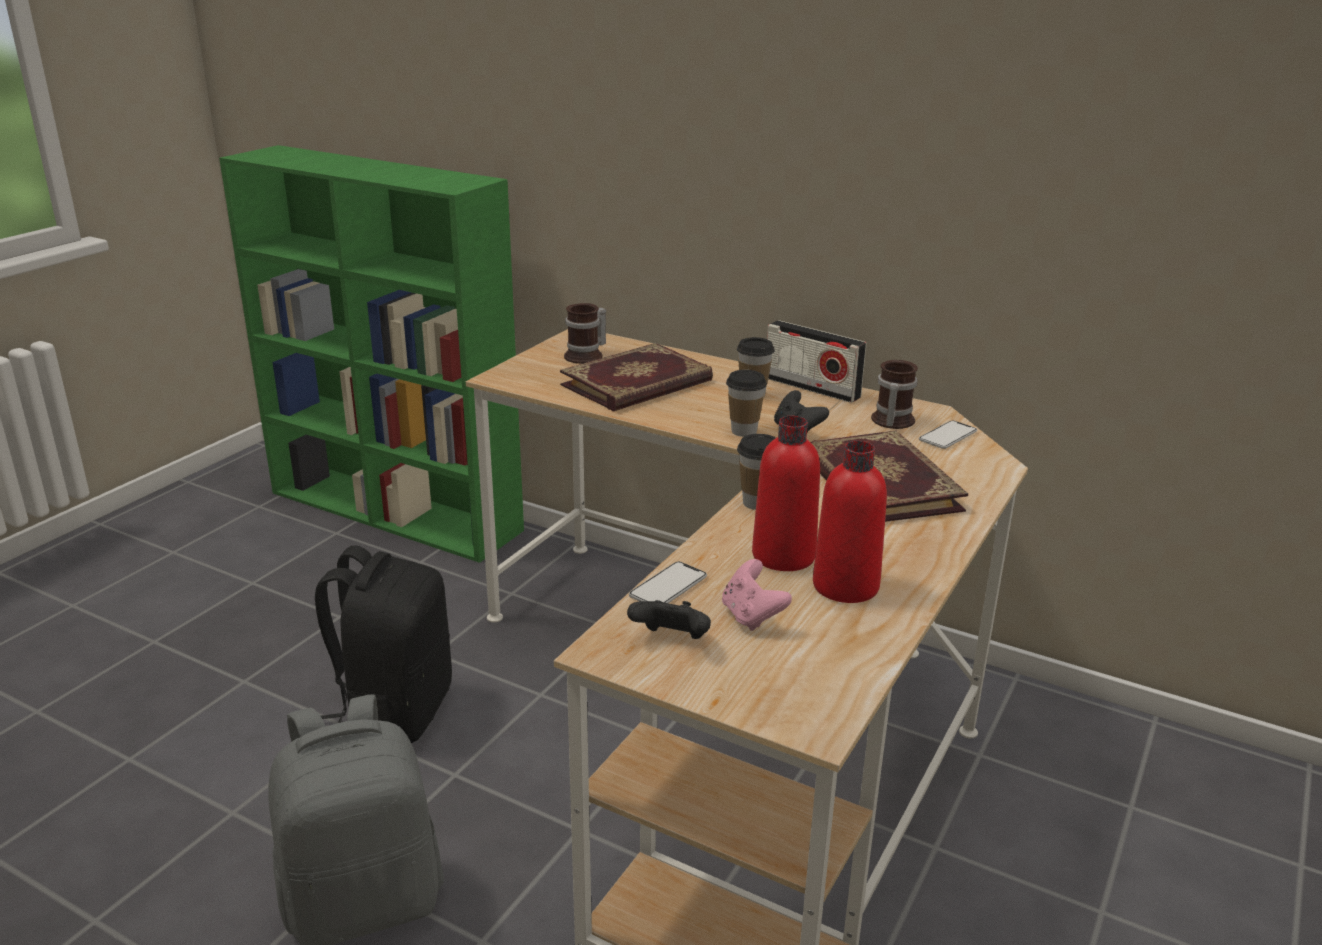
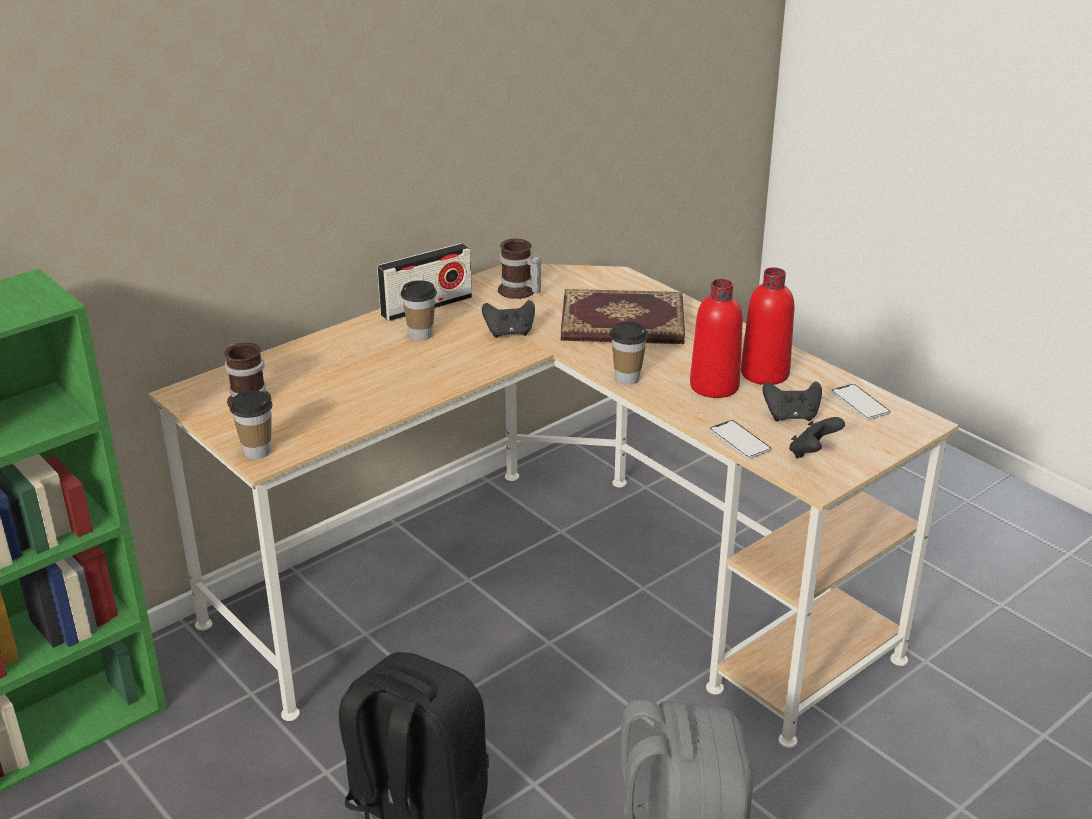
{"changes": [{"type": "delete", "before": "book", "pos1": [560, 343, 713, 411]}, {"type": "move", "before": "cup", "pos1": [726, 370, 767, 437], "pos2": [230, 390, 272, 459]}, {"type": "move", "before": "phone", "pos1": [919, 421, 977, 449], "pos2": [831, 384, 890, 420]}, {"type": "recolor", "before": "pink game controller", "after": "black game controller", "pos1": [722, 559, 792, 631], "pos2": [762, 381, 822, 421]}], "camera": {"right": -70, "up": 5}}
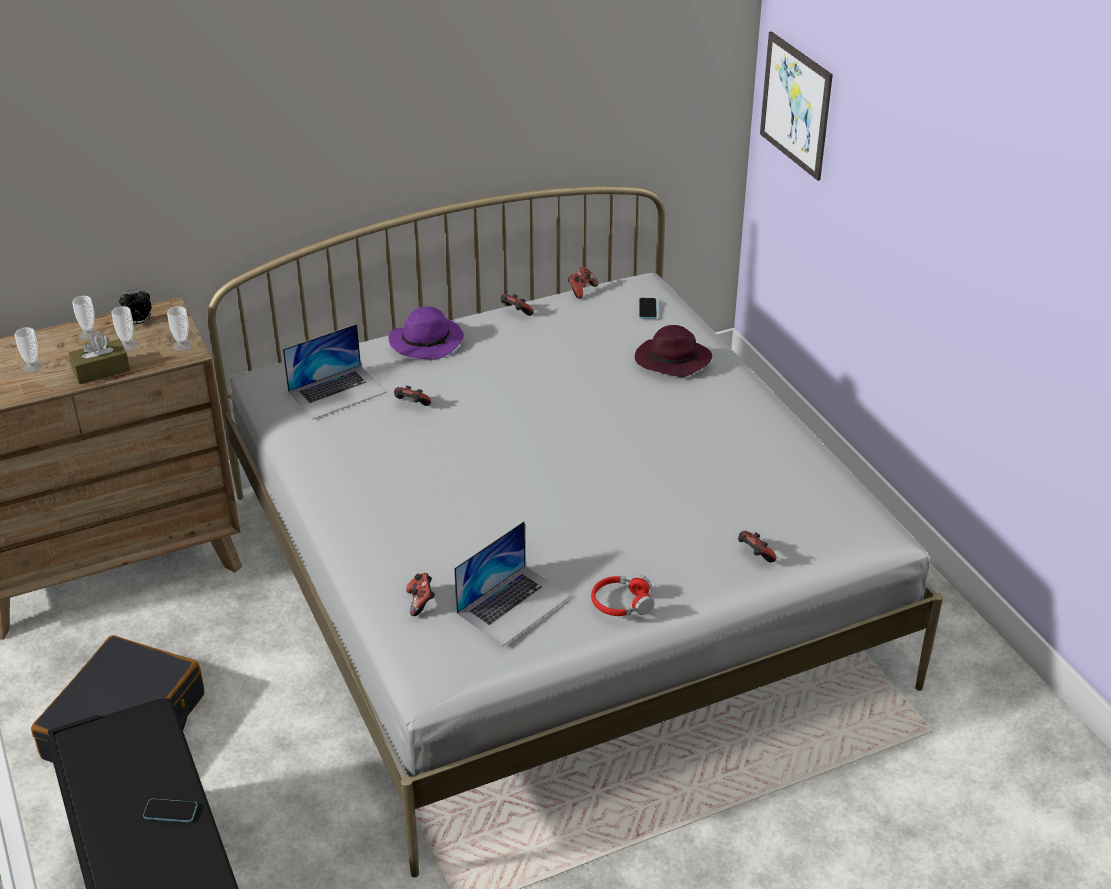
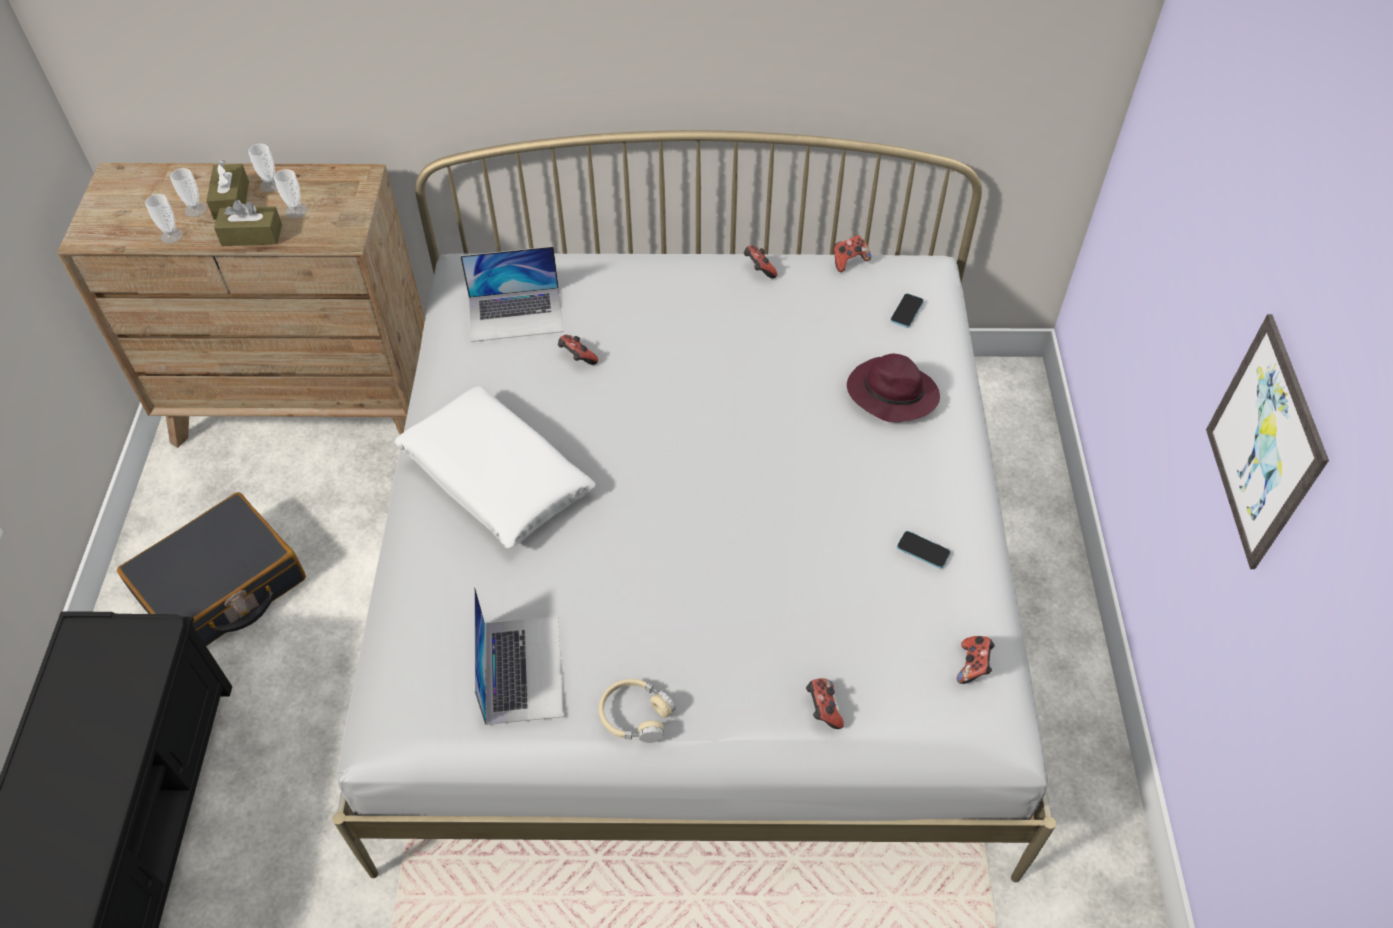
{"changes": [{"type": "delete", "before": "alarm clock", "pos1": [119, 288, 152, 324]}, {"type": "delete", "before": "purple hat", "pos1": [389, 306, 464, 359]}, {"type": "insert", "after": "brown tissue box", "pos2": [206, 160, 249, 220]}, {"type": "insert", "after": "white pillow", "pos2": [394, 386, 596, 548]}, {"type": "move", "before": "phone", "pos1": [143, 799, 197, 822], "pos2": [897, 531, 951, 569]}, {"type": "move", "before": "cup", "pos1": [167, 306, 193, 351], "pos2": [145, 194, 183, 243]}, {"type": "move", "before": "game controller", "pos1": [406, 573, 435, 616], "pos2": [957, 636, 995, 684]}, {"type": "move", "before": "picture", "pos1": [760, 31, 833, 181], "pos2": [1206, 314, 1329, 569]}, {"type": "recolor", "before": "red headphones", "after": "beige headphones", "pos1": [591, 575, 654, 616], "pos2": [599, 679, 676, 743]}, {"type": "rotate", "before": "laptop", "pos1": [454, 521, 571, 646], "pos2": [474, 587, 564, 725], "turn": -75}], "camera": {"right": 25, "up": 15}}
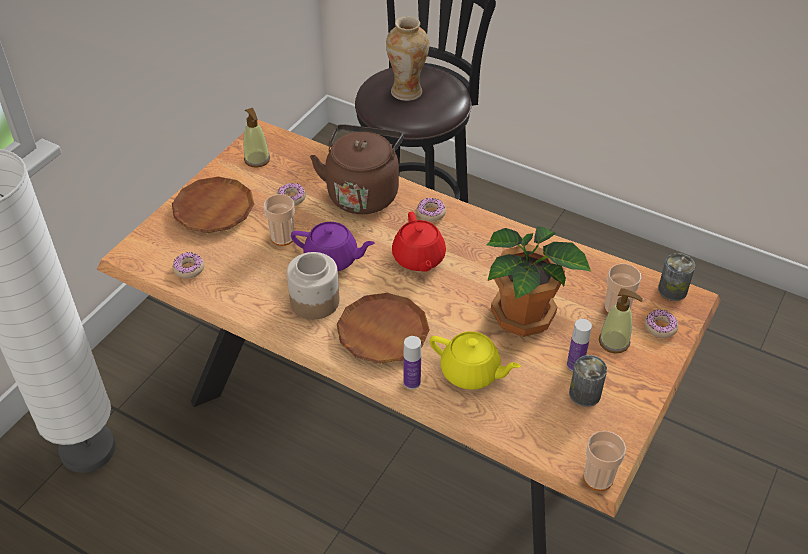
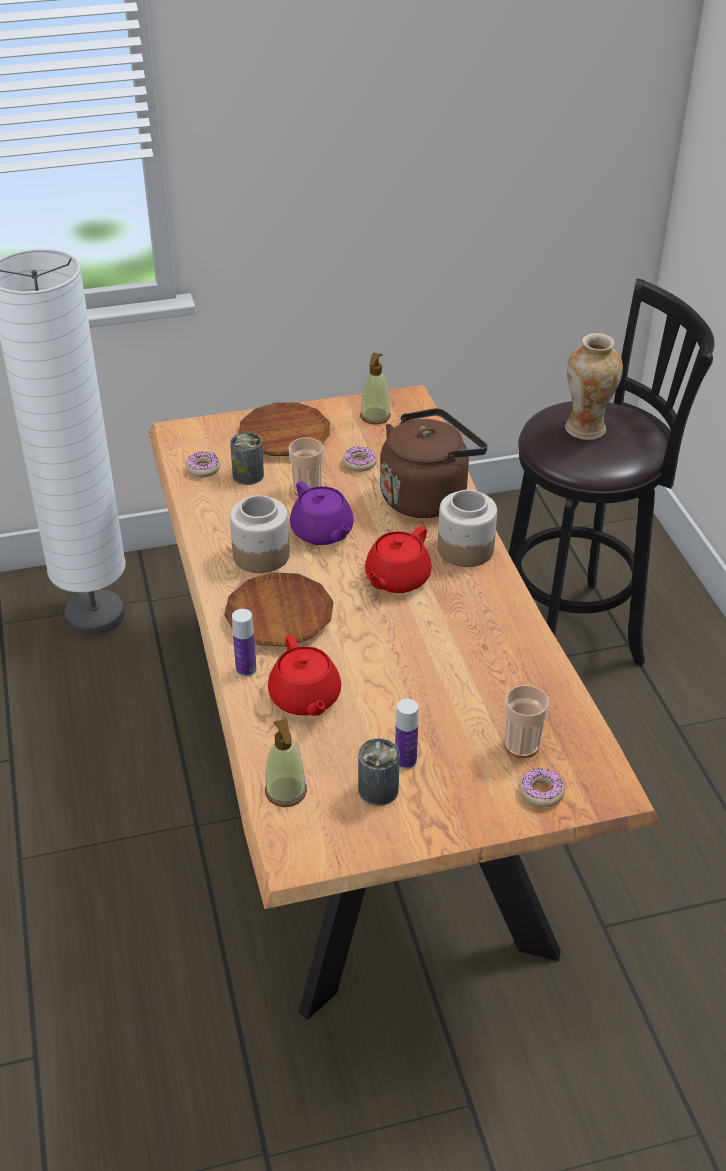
{"changes": [{"type": "delete", "before": "potted plant", "pos1": [487, 226, 591, 337]}, {"type": "delete", "before": "cup", "pos1": [584, 431, 626, 491]}, {"type": "move", "before": "soap dispenser", "pos1": [599, 288, 643, 354], "pos2": [265, 719, 307, 807]}, {"type": "move", "before": "can", "pos1": [658, 253, 695, 301], "pos2": [230, 432, 264, 485]}, {"type": "replace", "before": "donut", "after": "jar", "pos1": [417, 198, 446, 221], "pos2": [438, 490, 497, 567]}, {"type": "recolor", "before": "yellow teapot", "after": "red teapot", "pos1": [430, 331, 521, 390], "pos2": [268, 635, 341, 716]}], "camera": {"right": 45, "up": -5}}
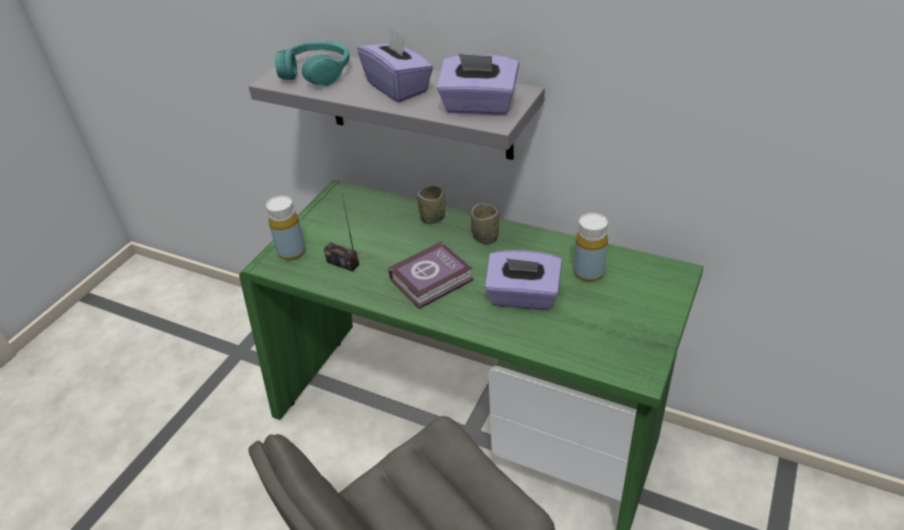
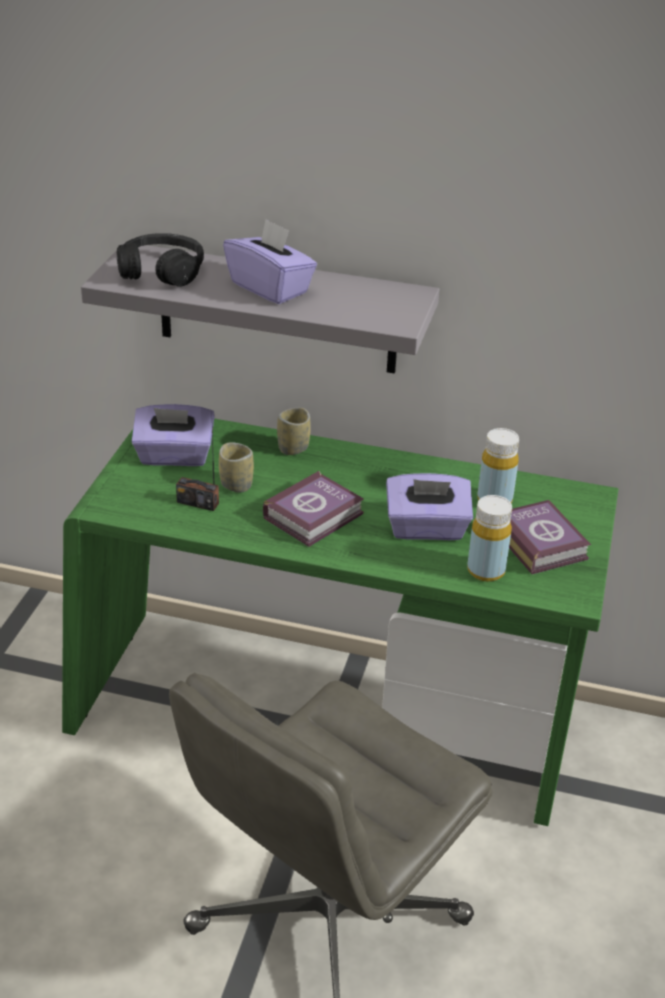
{"changes": [{"type": "insert", "after": "book", "pos2": [509, 500, 591, 574]}, {"type": "move", "before": "yellow bottle", "pos1": [266, 196, 306, 260], "pos2": [467, 495, 512, 582]}, {"type": "move", "before": "purple tissue box", "pos1": [437, 53, 519, 115], "pos2": [131, 404, 215, 466]}, {"type": "move", "before": "cup", "pos1": [471, 204, 499, 244], "pos2": [219, 442, 254, 492]}, {"type": "recolor", "before": "turquoise headphones", "after": "black headphones", "pos1": [275, 41, 350, 86], "pos2": [117, 234, 204, 287]}], "camera": {"right": -15, "up": -5}}
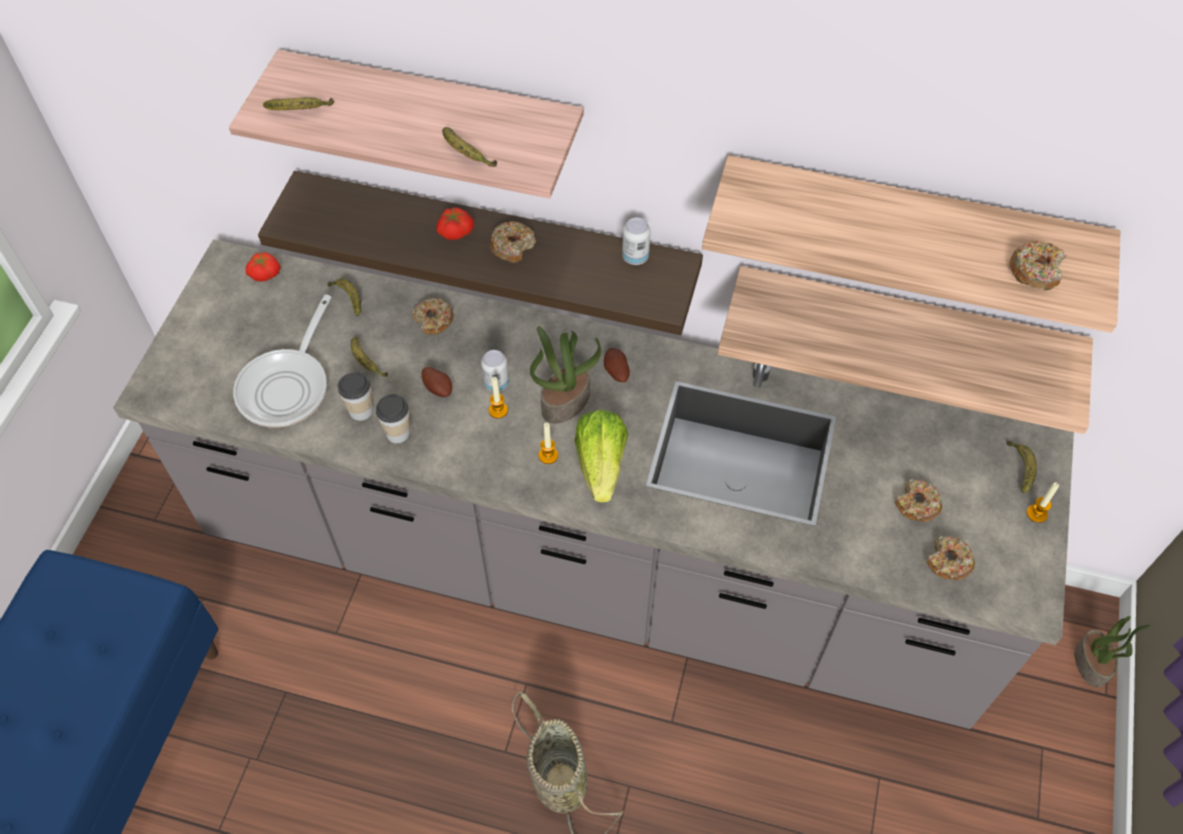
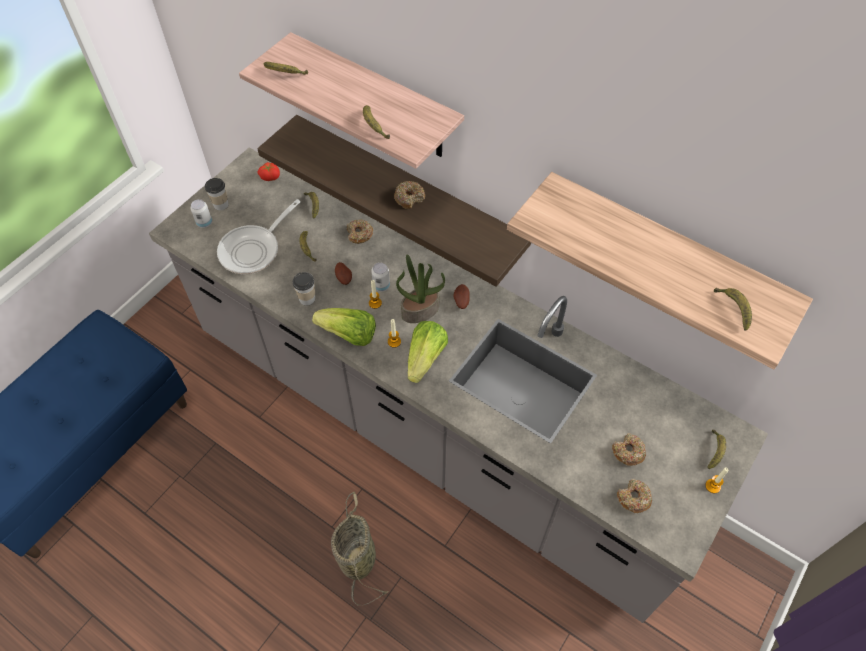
{"changes": [{"type": "delete", "before": "tomato", "pos1": [436, 207, 474, 240]}, {"type": "delete", "before": "shelf", "pos1": [718, 266, 1093, 434]}, {"type": "delete", "before": "potted plant", "pos1": [1075, 616, 1151, 687]}, {"type": "insert", "after": "lettuce", "pos2": [312, 308, 376, 346]}, {"type": "move", "before": "cup", "pos1": [338, 372, 373, 421], "pos2": [205, 178, 229, 210]}, {"type": "move", "before": "can", "pos1": [622, 217, 651, 265], "pos2": [190, 199, 212, 228]}, {"type": "replace", "before": "donut", "after": "banana", "pos1": [1009, 241, 1067, 290], "pos2": [714, 288, 752, 331]}], "camera": {"right": 20, "up": 0}}
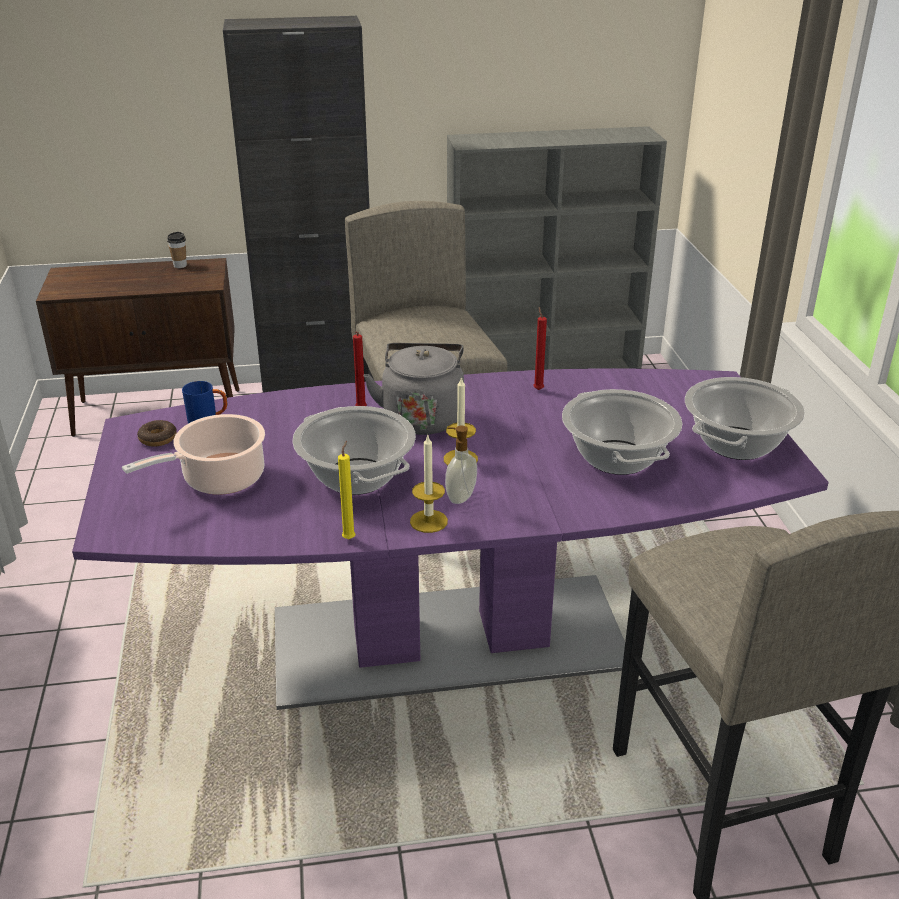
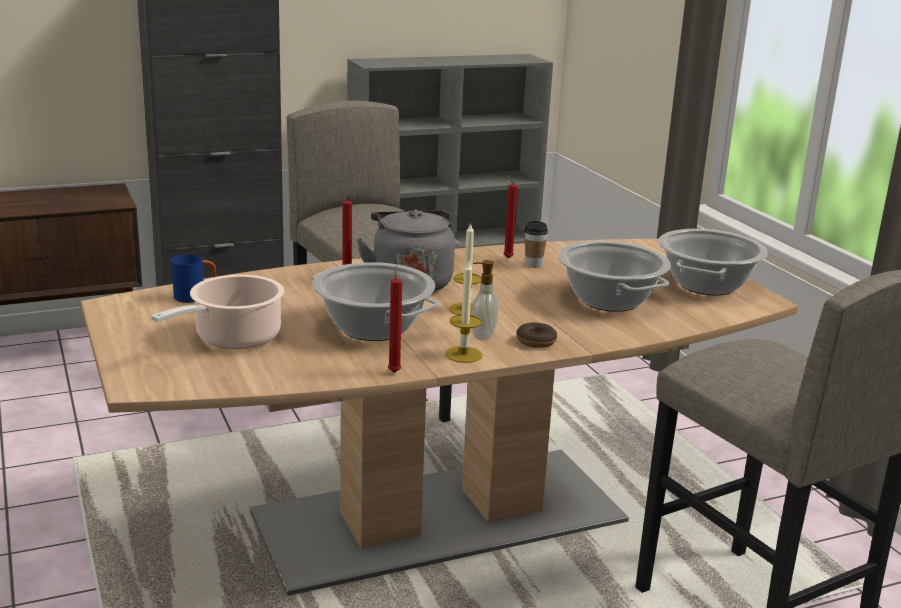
{"changes": [{"type": "move", "before": "donut", "pos1": [137, 420, 177, 447], "pos2": [516, 322, 557, 348]}, {"type": "move", "before": "cup", "pos1": [167, 232, 187, 268], "pos2": [524, 221, 548, 268]}, {"type": "recolor", "before": "purple dining table", "after": "brown dining table", "pos1": [72, 368, 829, 710], "pos2": [81, 238, 798, 596]}, {"type": "recolor", "before": "yellow candle", "after": "red candle", "pos1": [338, 441, 356, 539], "pos2": [388, 266, 402, 373]}], "camera": {"right": -15, "up": -10}}
